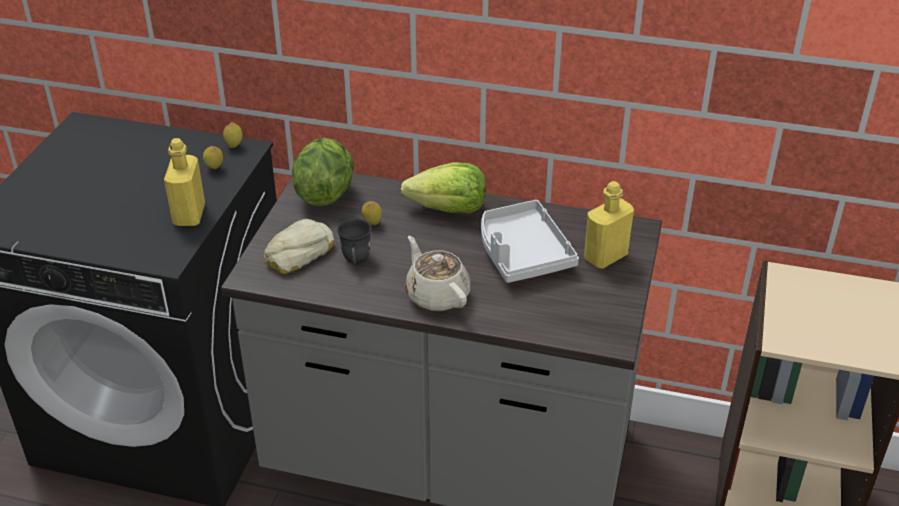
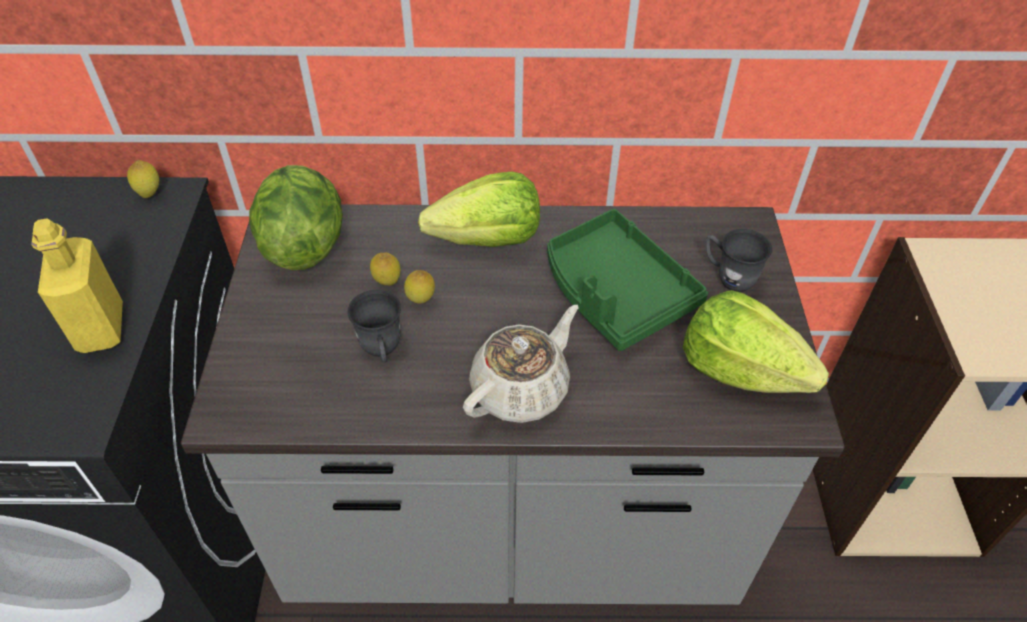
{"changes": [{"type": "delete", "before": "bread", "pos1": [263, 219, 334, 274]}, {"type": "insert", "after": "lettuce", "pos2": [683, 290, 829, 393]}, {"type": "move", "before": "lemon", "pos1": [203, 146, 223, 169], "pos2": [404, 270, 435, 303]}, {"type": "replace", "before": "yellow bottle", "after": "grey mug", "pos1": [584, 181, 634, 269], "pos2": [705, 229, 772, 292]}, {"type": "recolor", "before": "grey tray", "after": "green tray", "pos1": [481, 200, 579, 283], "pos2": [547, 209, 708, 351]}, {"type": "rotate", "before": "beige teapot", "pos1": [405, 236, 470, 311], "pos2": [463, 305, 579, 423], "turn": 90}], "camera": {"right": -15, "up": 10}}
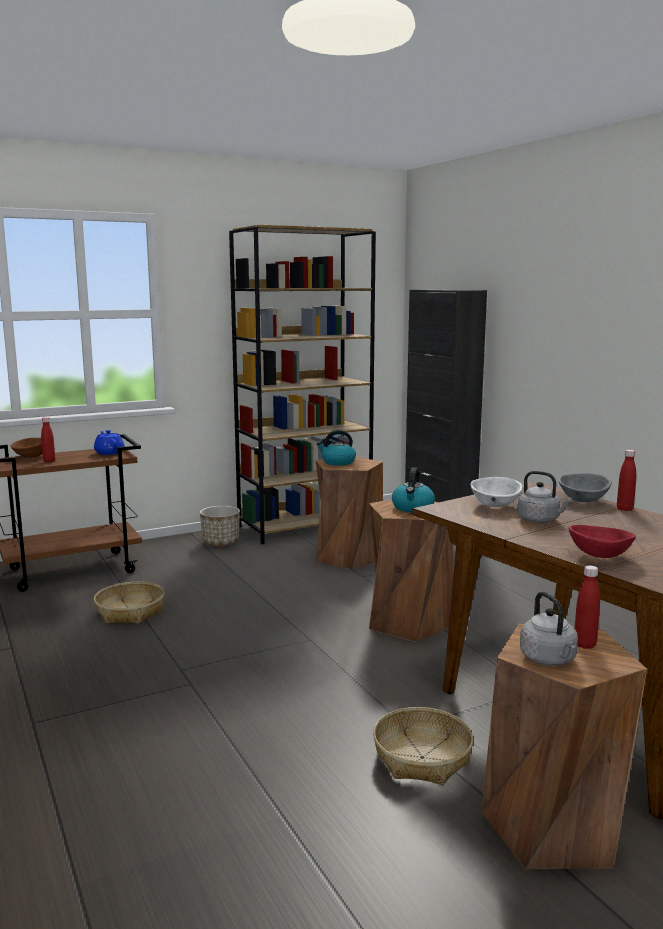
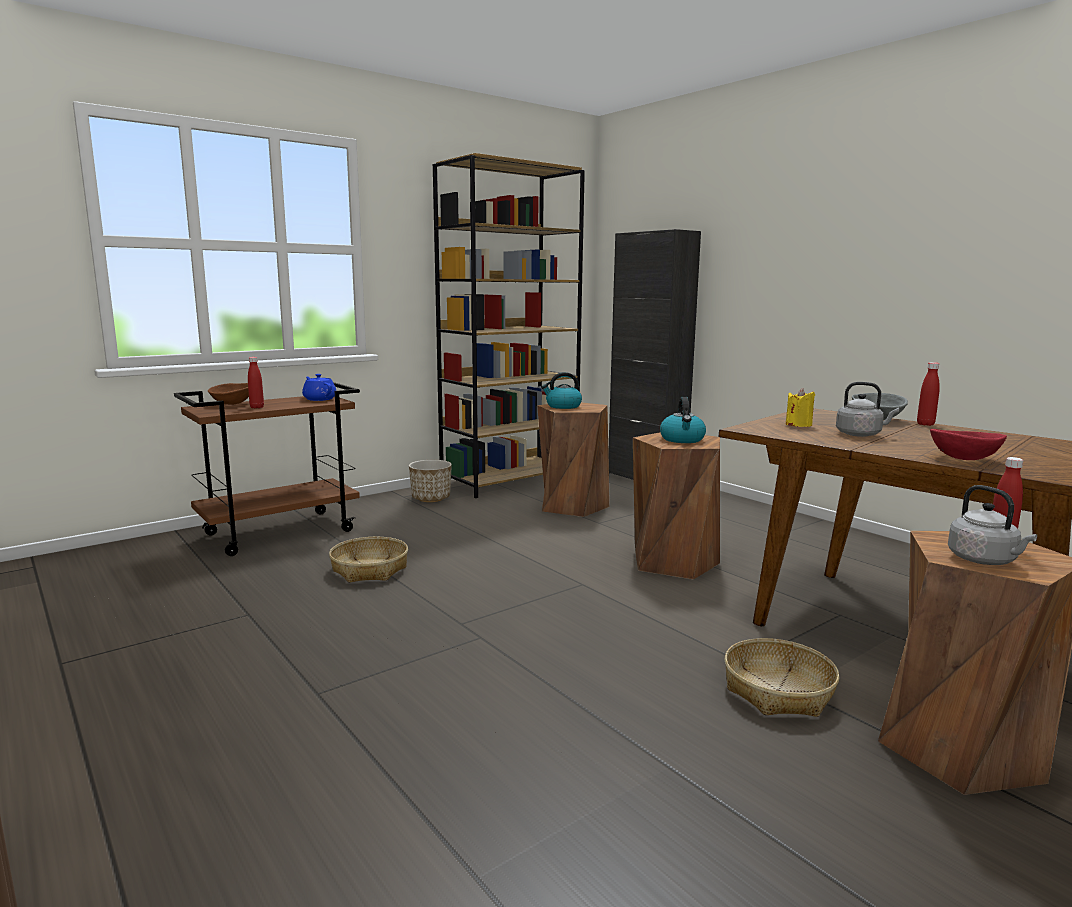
{"changes": [{"type": "replace", "before": "white bowl", "after": "yellow candle", "pos1": [471, 477, 523, 507], "pos2": [786, 388, 815, 427]}], "camera": {"right": -10, "up": 0}}
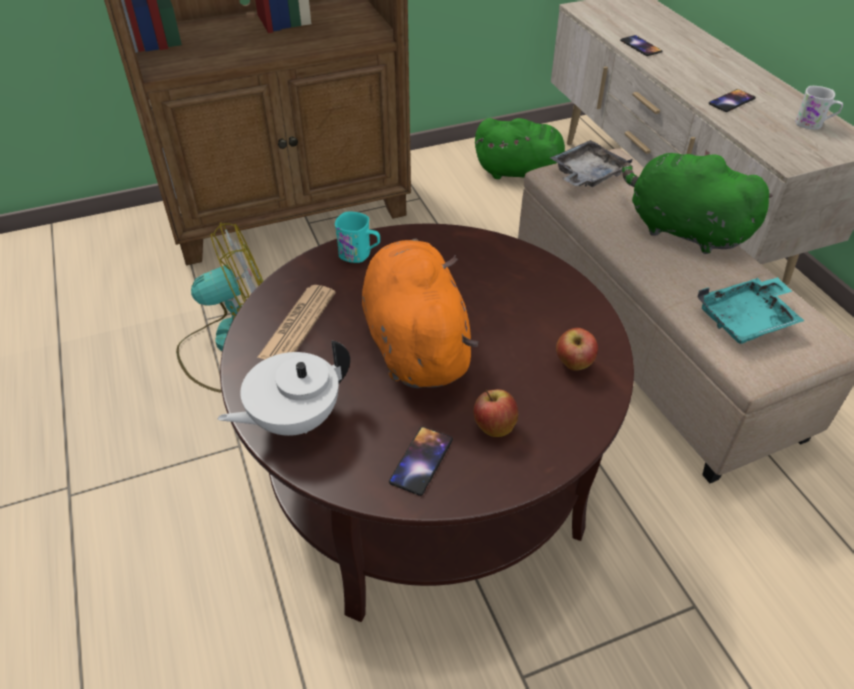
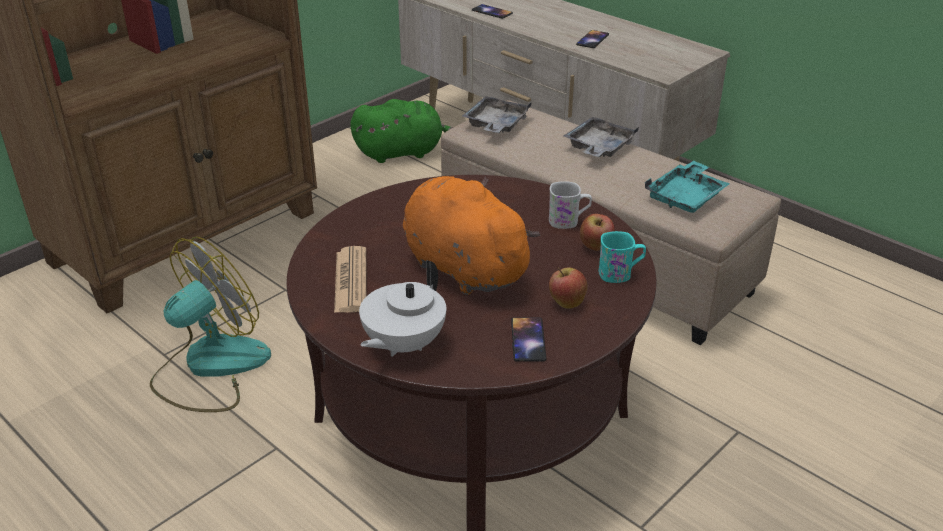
{"changes": [{"type": "move", "before": "turquoise mug", "pos1": [335, 212, 380, 263], "pos2": [599, 231, 646, 283]}, {"type": "move", "before": "white mug", "pos1": [795, 86, 843, 130], "pos2": [549, 181, 592, 229]}, {"type": "replace", "before": "green plush toy", "after": "grey tray", "pos1": [622, 150, 773, 254], "pos2": [564, 117, 639, 157]}], "camera": {"right": -25, "up": -10}}
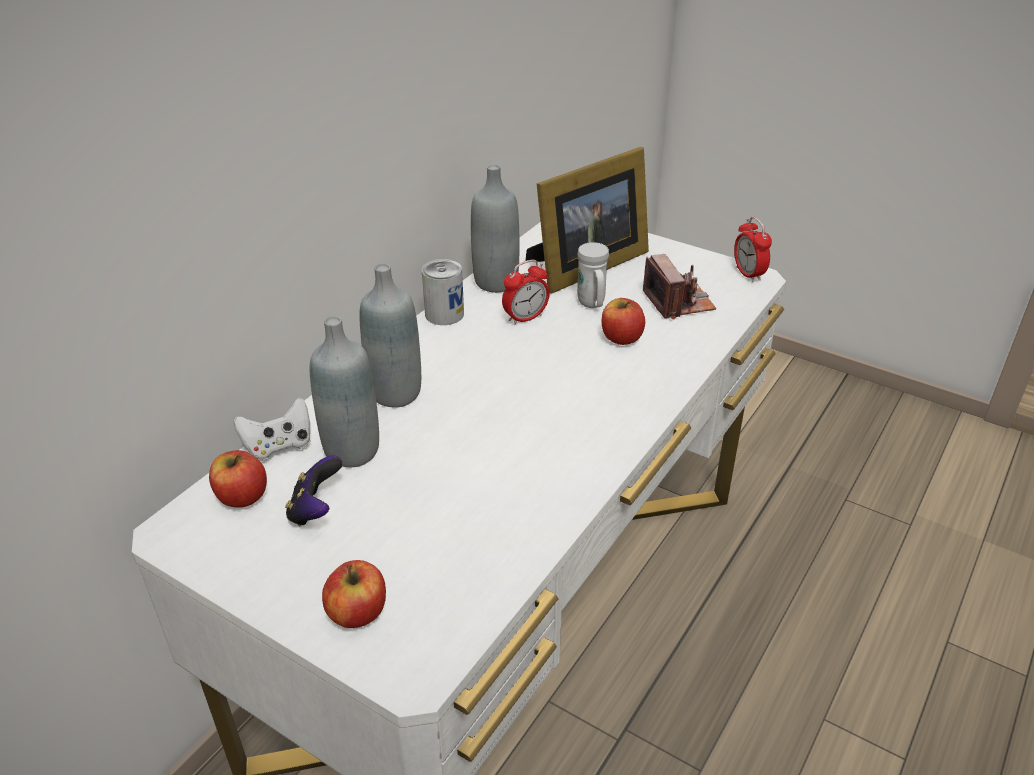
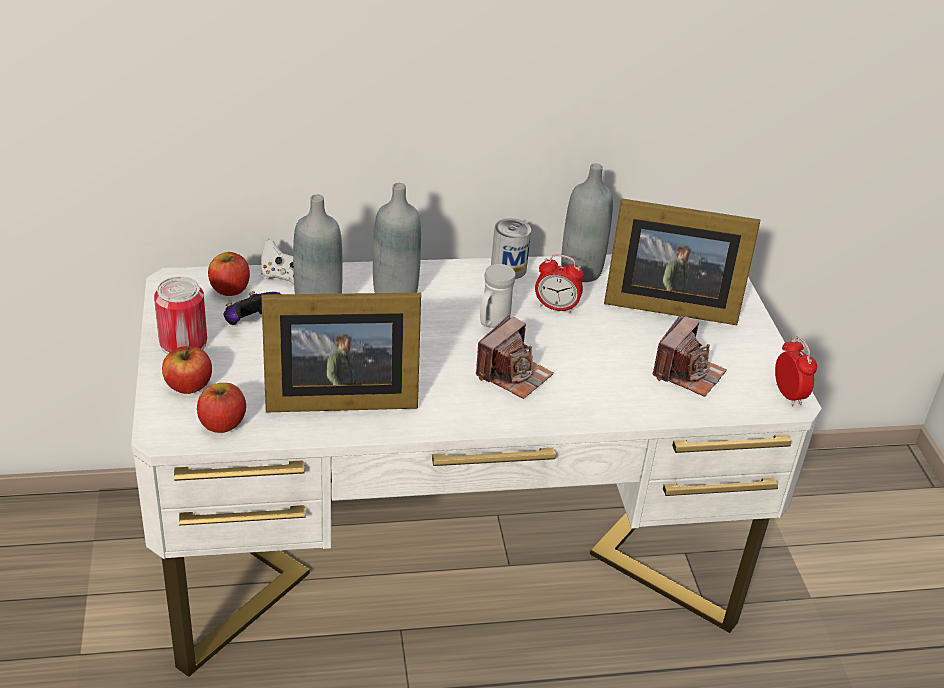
{"changes": [{"type": "insert", "after": "can", "pos2": [154, 276, 207, 354]}, {"type": "insert", "after": "picture frame", "pos2": [261, 292, 421, 412]}, {"type": "insert", "after": "photo camera", "pos2": [476, 315, 553, 399]}, {"type": "move", "before": "white mug", "pos1": [577, 242, 609, 308], "pos2": [480, 264, 516, 328]}, {"type": "move", "before": "apple", "pos1": [602, 298, 645, 345], "pos2": [197, 383, 246, 433]}, {"type": "rotate", "before": "alarm clock", "pos1": [734, 217, 772, 282], "pos2": [775, 336, 817, 406], "turn": 135}], "camera": {"right": 45, "up": 0}}
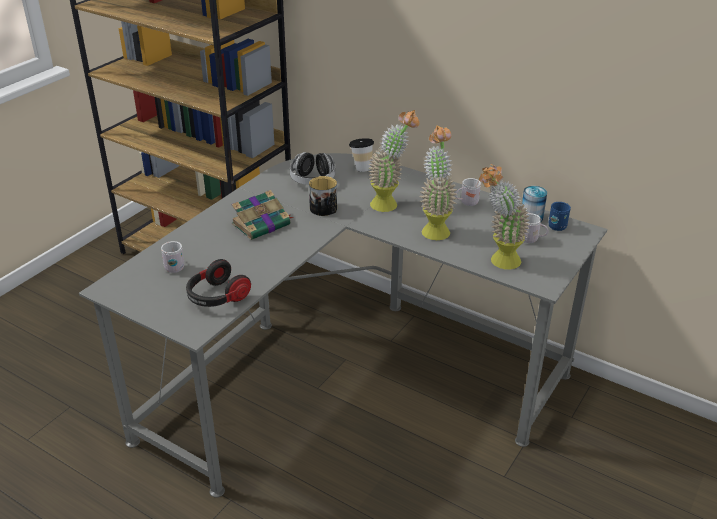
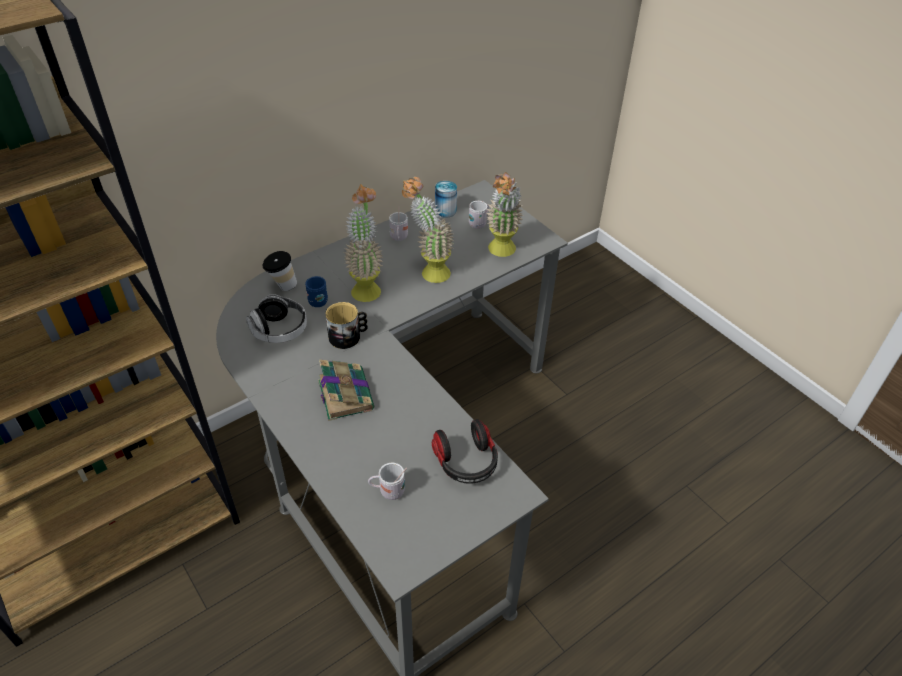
{"changes": [{"type": "move", "before": "blue mug", "pos1": [549, 202, 571, 231], "pos2": [305, 276, 328, 307]}], "camera": {"right": -70, "up": 10}}
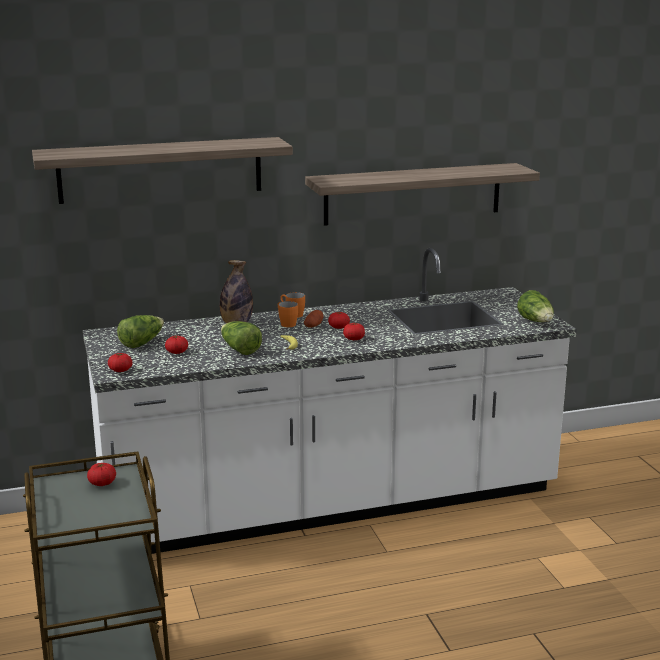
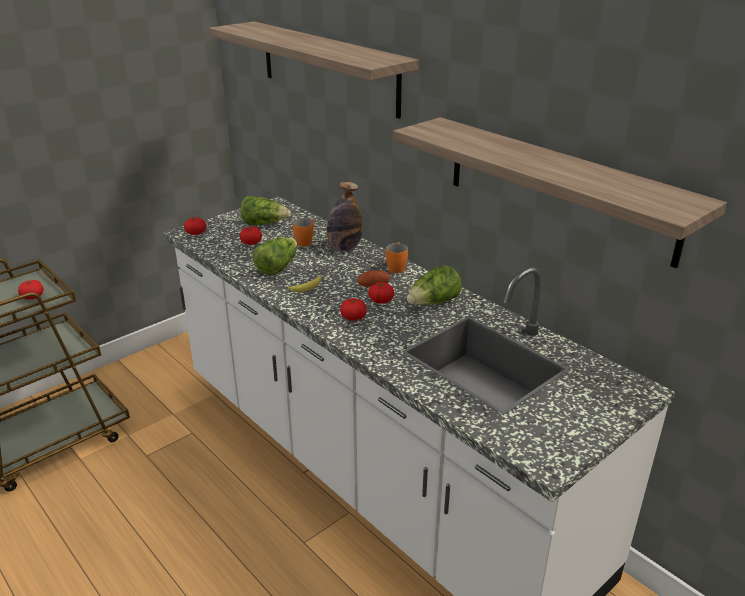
{"changes": [{"type": "move", "before": "orange mug", "pos1": [278, 301, 298, 327], "pos2": [293, 218, 314, 247]}, {"type": "move", "before": "lettuce", "pos1": [517, 290, 554, 322], "pos2": [407, 266, 462, 305]}], "camera": {"right": 65, "up": 10}}
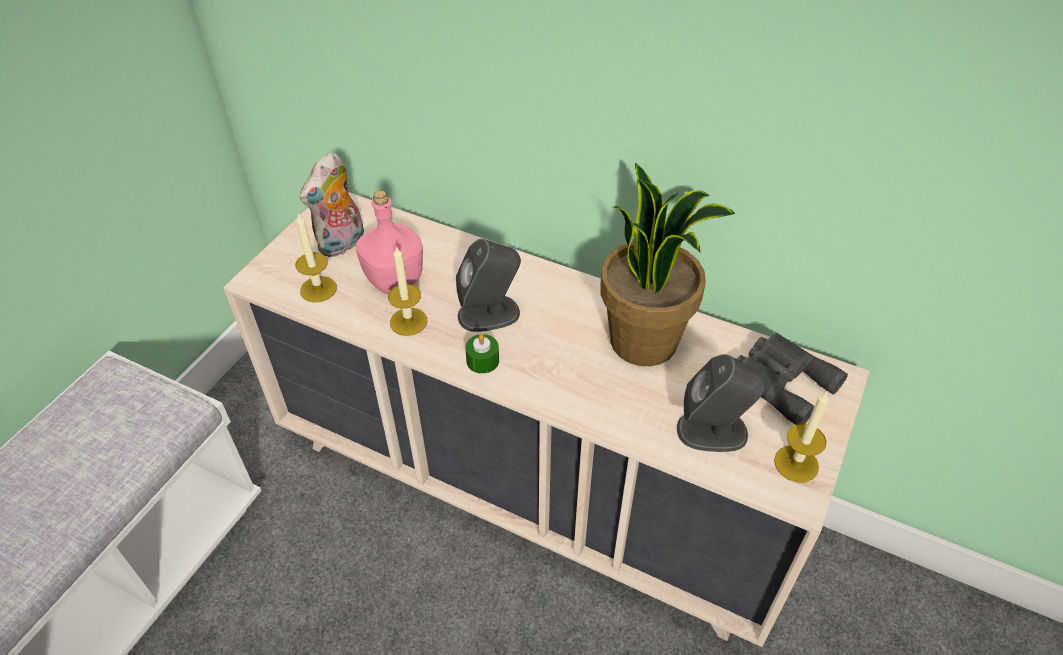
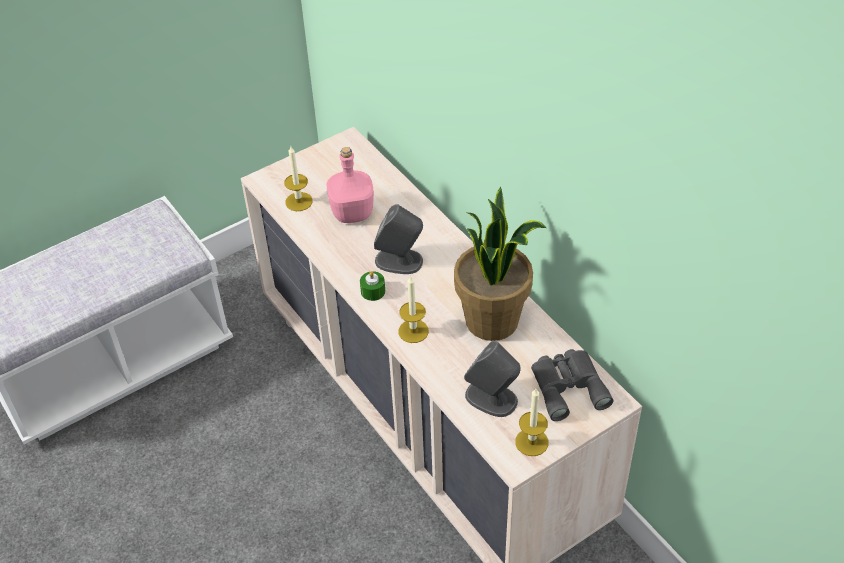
{"changes": [{"type": "delete", "before": "plush toy", "pos1": [300, 152, 364, 257]}, {"type": "move", "before": "candle", "pos1": [388, 246, 428, 336], "pos2": [398, 275, 429, 343]}], "camera": {"right": 30, "up": 0}}
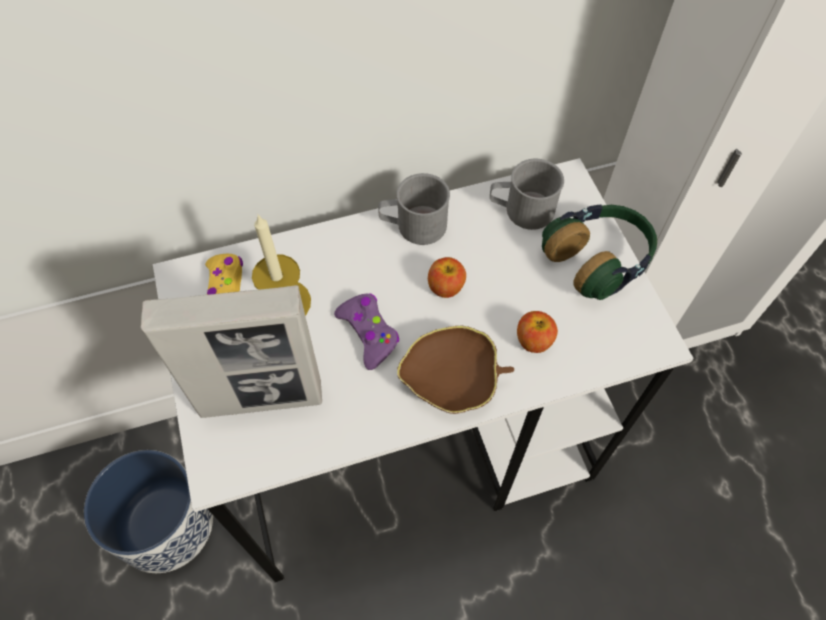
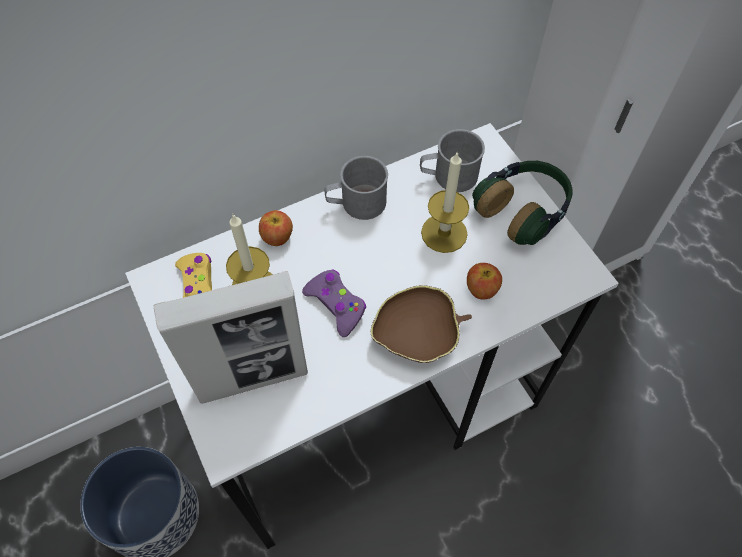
{"changes": [{"type": "insert", "after": "candle", "pos2": [421, 151, 469, 253]}, {"type": "move", "before": "apple", "pos1": [428, 257, 466, 298], "pos2": [259, 210, 293, 246]}], "camera": {"right": -10, "up": 0}}
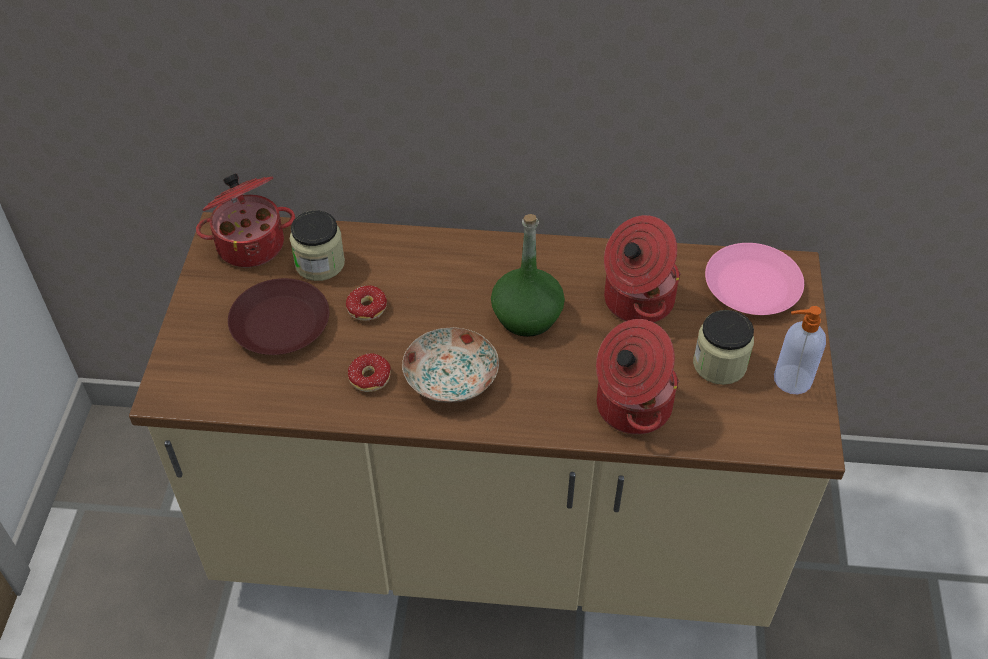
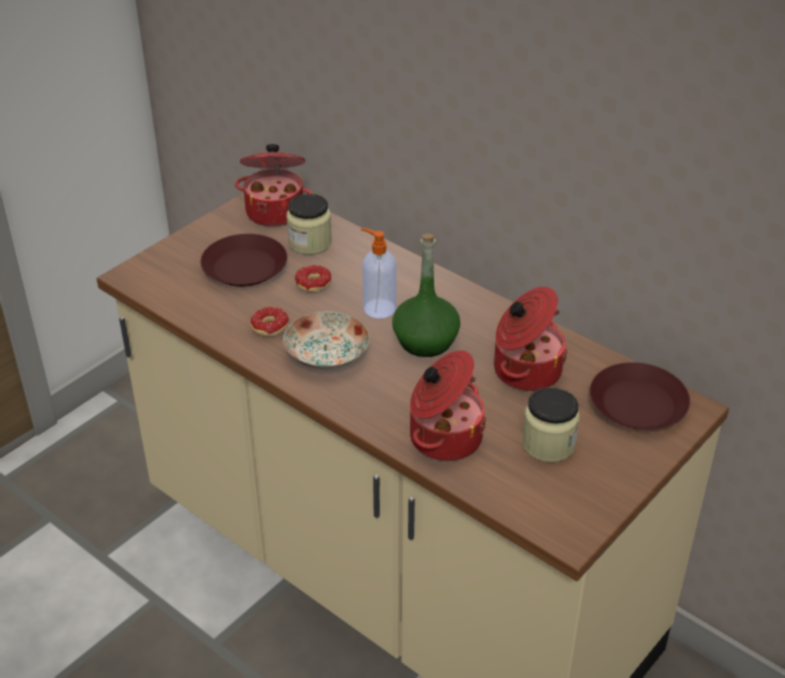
{"changes": [{"type": "move", "before": "soap dispenser", "pos1": [774, 306, 826, 394], "pos2": [361, 228, 396, 318]}, {"type": "recolor", "before": "pink plate", "after": "brown plate", "pos1": [705, 243, 804, 315], "pos2": [590, 362, 690, 430]}], "camera": {"right": 35, "up": -10}}
